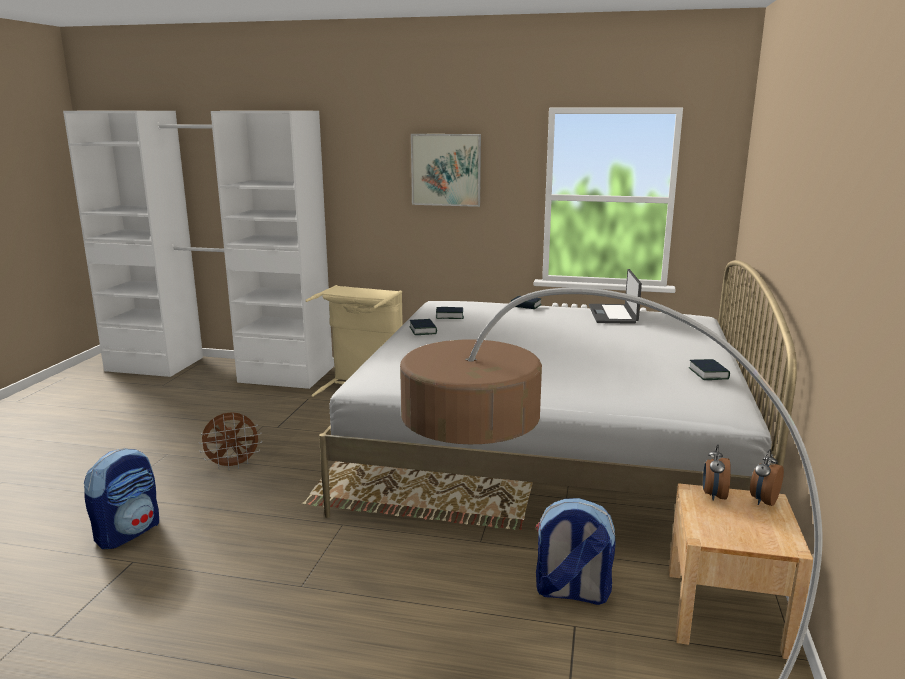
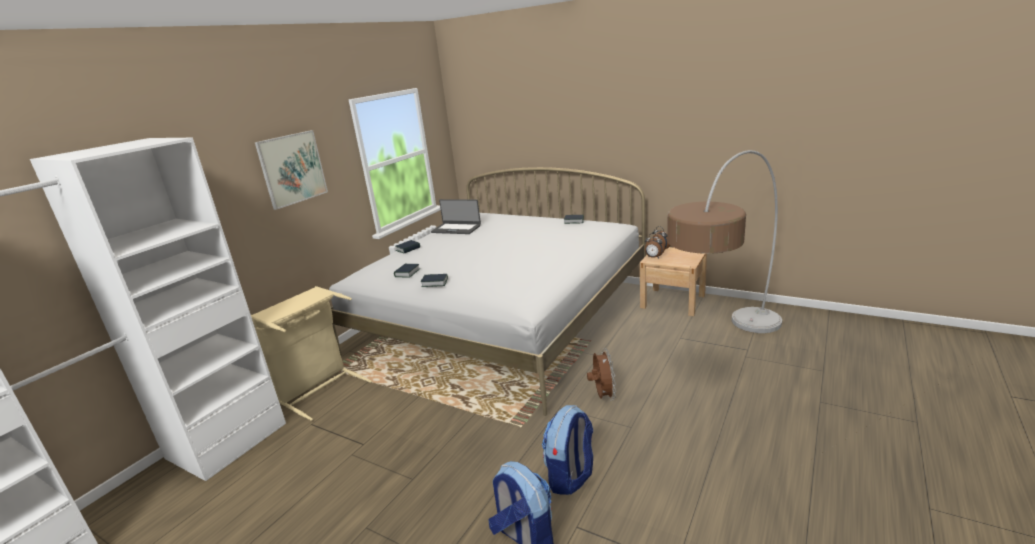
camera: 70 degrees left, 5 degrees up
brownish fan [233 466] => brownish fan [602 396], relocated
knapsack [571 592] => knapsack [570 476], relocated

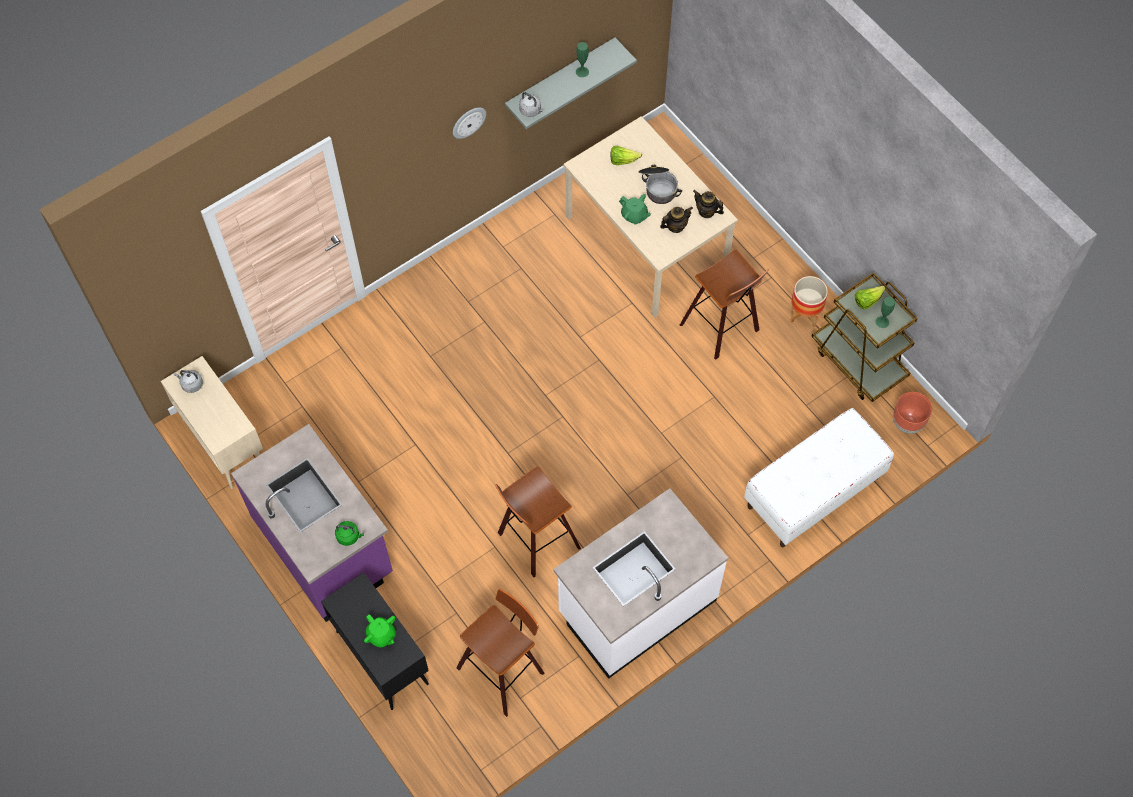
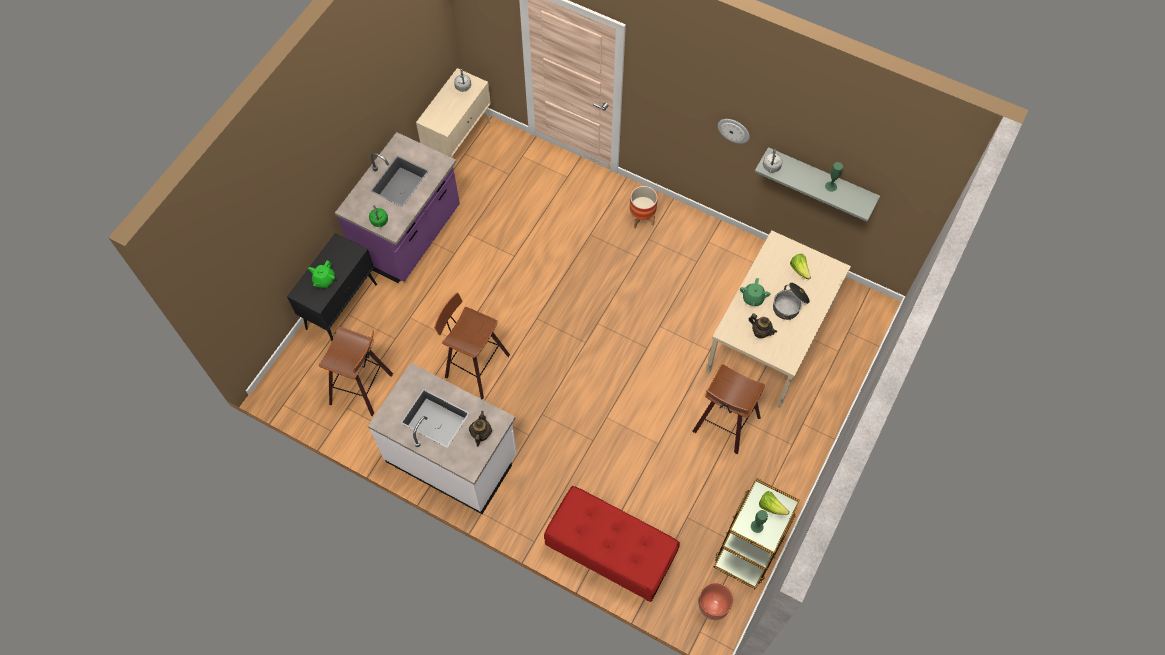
camera: 65 degrees right, 0 degrees up
pot for tea [706 211] => pot for tea [481 434], relocated
flower pot [804 314] => flower pot [641 218], relocated
white bench [813 492] => reddish bench [610 553]

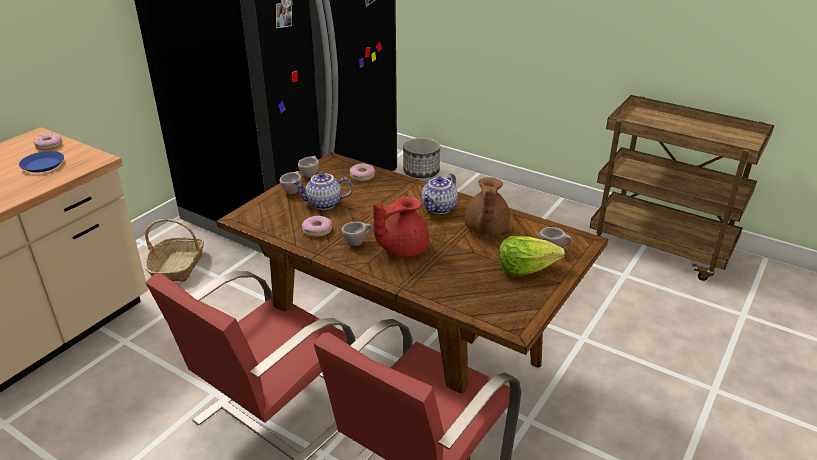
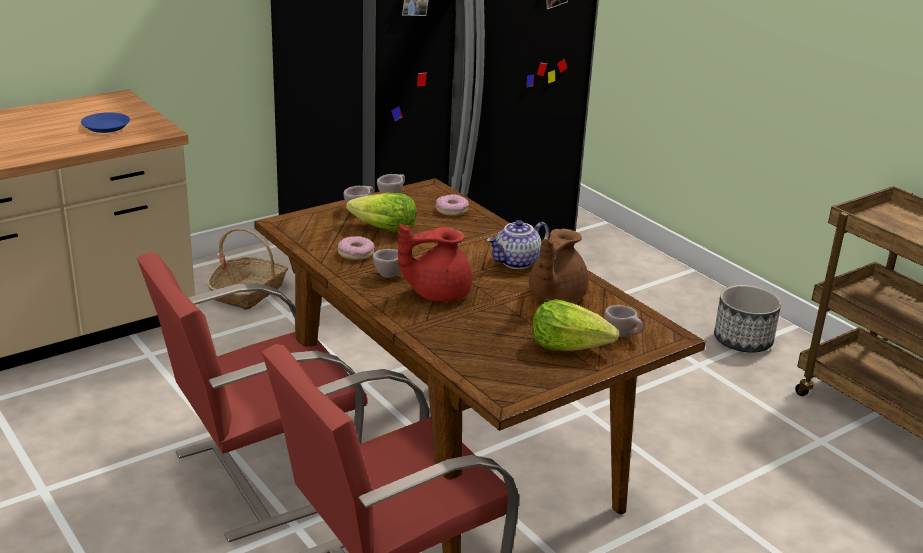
camera: 20 degrees right, 5 degrees down
doughnut [49 145] => nothing
flower pot [421 172] => flower pot [743 341], relocated
pot for tea [323 204] => lettuce [383 229]

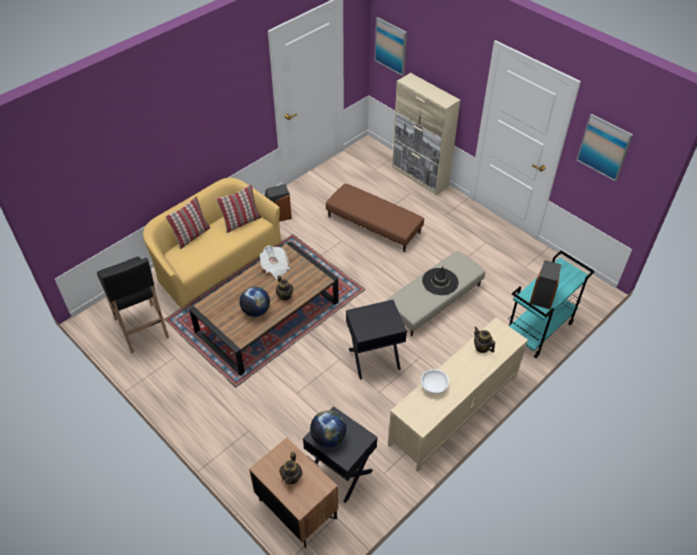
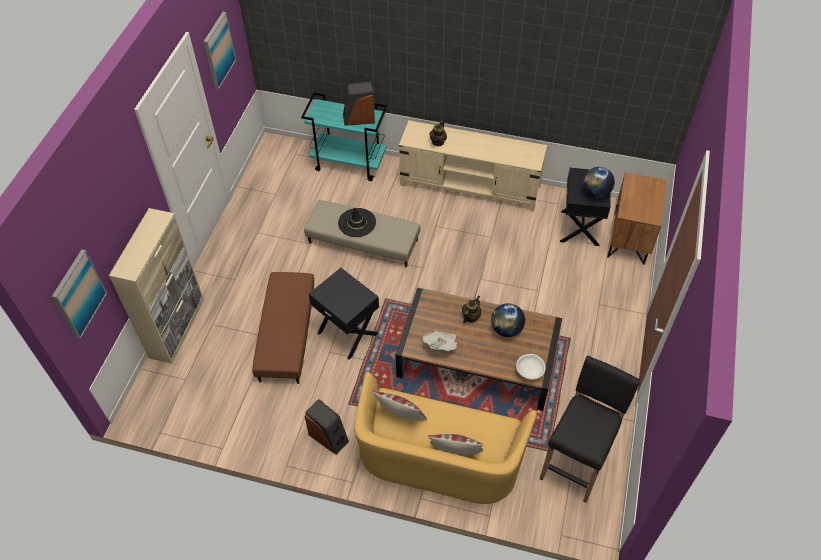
camera: 120 degrees left, 5 degrees up
pot for tea [291 477] => nothing
black-coloured side table [374 359] => black-coloured side table [348 332], relocated
white serving bowl [433 386] => white serving bowl [529 372], relocated

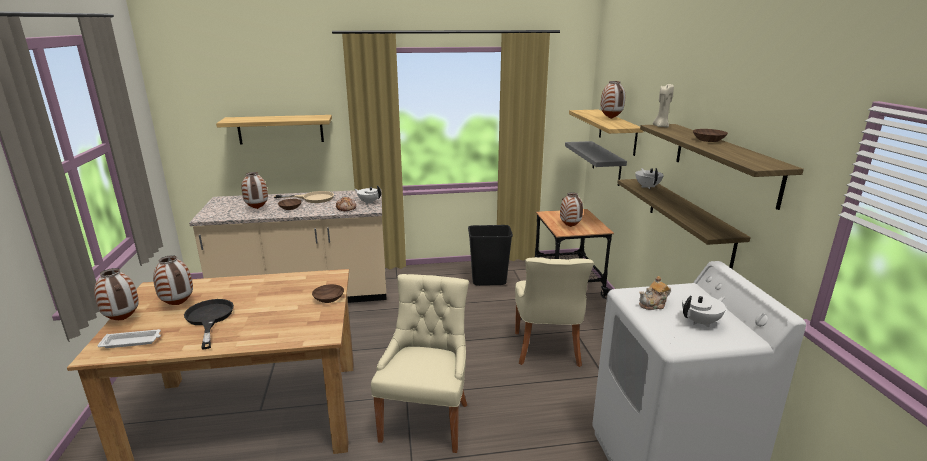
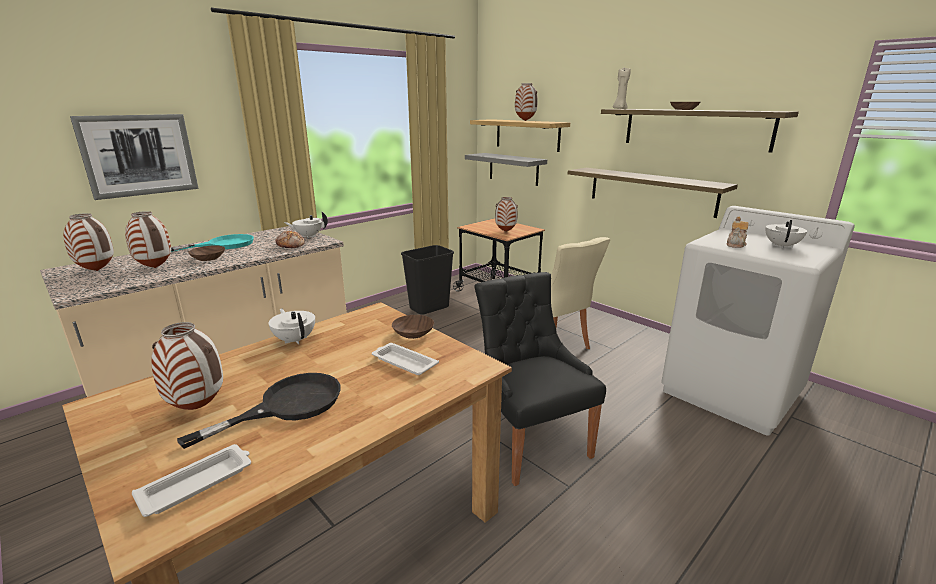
camera: 35 degrees left, 0 degrees up
nothing => white carrying tray [403 362]
flower vase [123 320] => flower vase [98 270], relocated
white pot for tea [647 187] => white pot for tea [295 340], relocated
shelf [280 129] => wall art [139 155]
beige frying pan [312 198] => turquoise frying pan [223 245]
beige upright chair [426 419] => black-coloured upright chair [531 443]
black-coloured frying pan [209 319] => black-coloured frying pan [287 405], 105 degrees clockwise

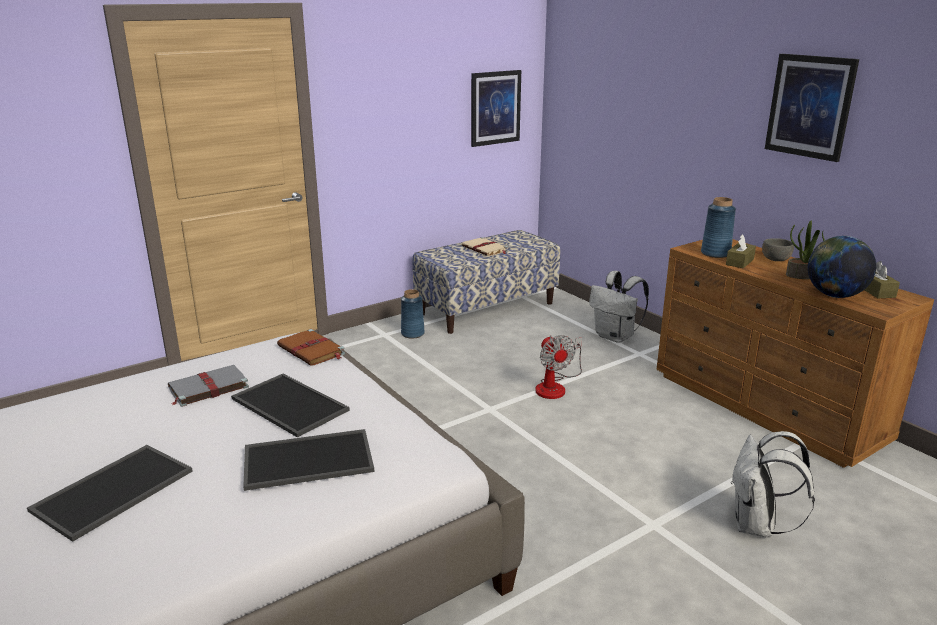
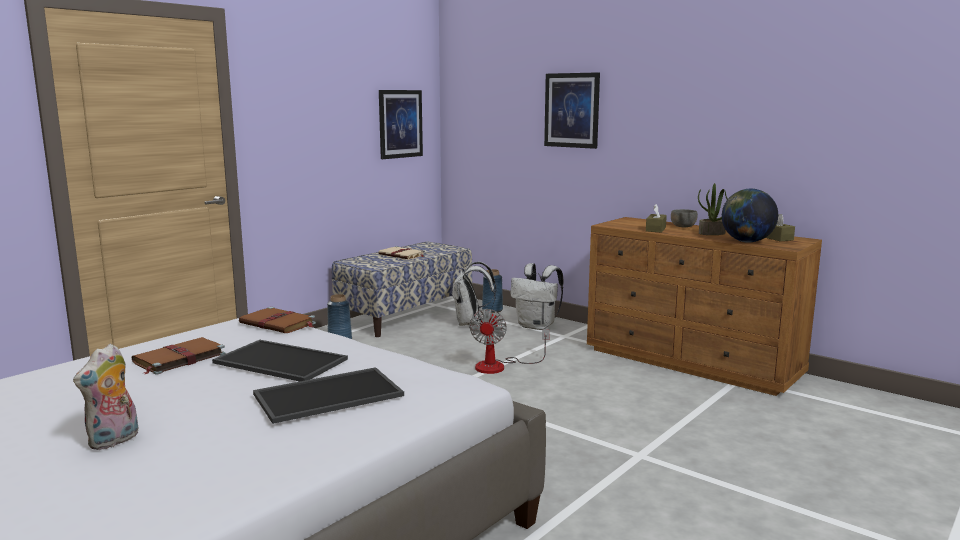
camera: 15 degrees left, 10 degrees down
blue-coloured flower vase [715 253] => blue-coloured flower vase [492 310], relocated
white knapsack [757 526] => white knapsack [470 323], relocated
wall art [810 106] => wall art [572 110], relocated
carrying tray [113 489] => soft toy [114 441]
gray book [207 388] => brownish book [178 359]
fan [555 386] => fan [499 366], 45 degrees clockwise

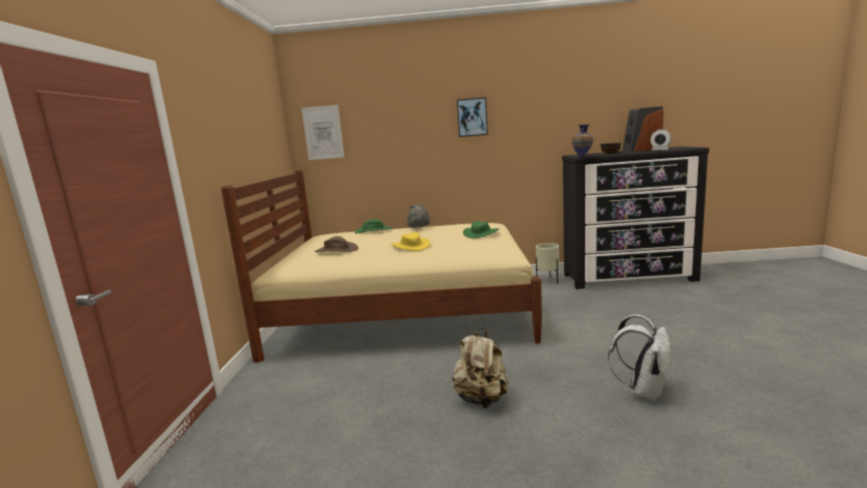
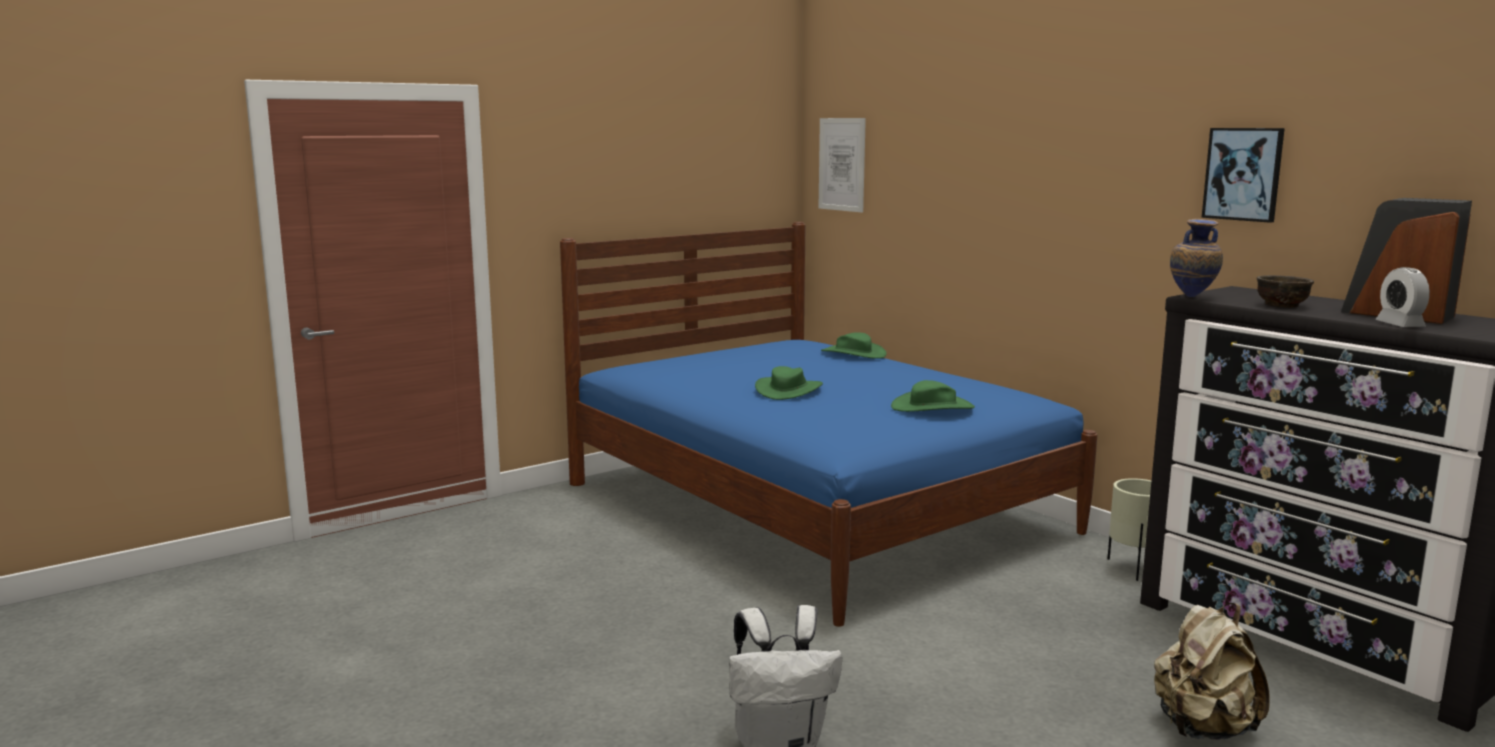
camera: 50 degrees right, 0 degrees up
brownish wearable hat [336 250] => nothing
gray wearable hat [419 228] => nothing
beige knapsack [482 399] => beige knapsack [1203 729], relocated
wall art [472 117] => wall art [1243 174], relocated
beige sleeping bed [405 312] => blue-coloured sleeping bed [812 508]
yellow-coloured wearable hat [410 246] => green wearable hat [789 390]

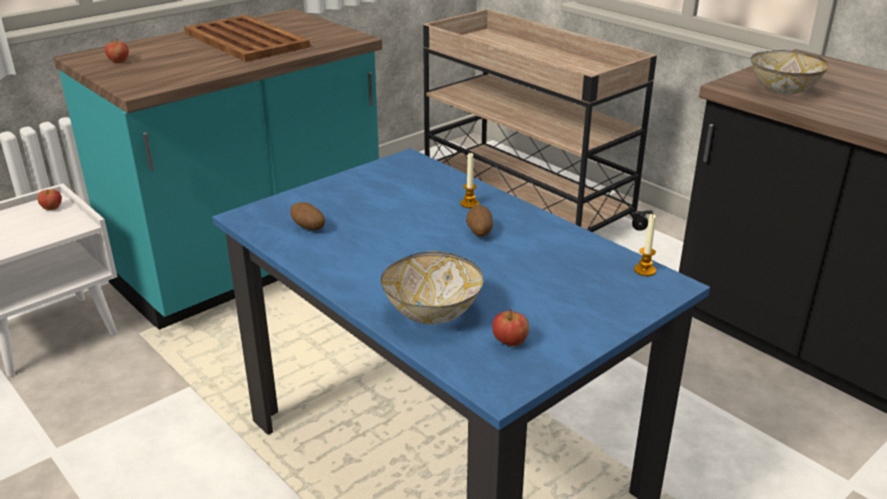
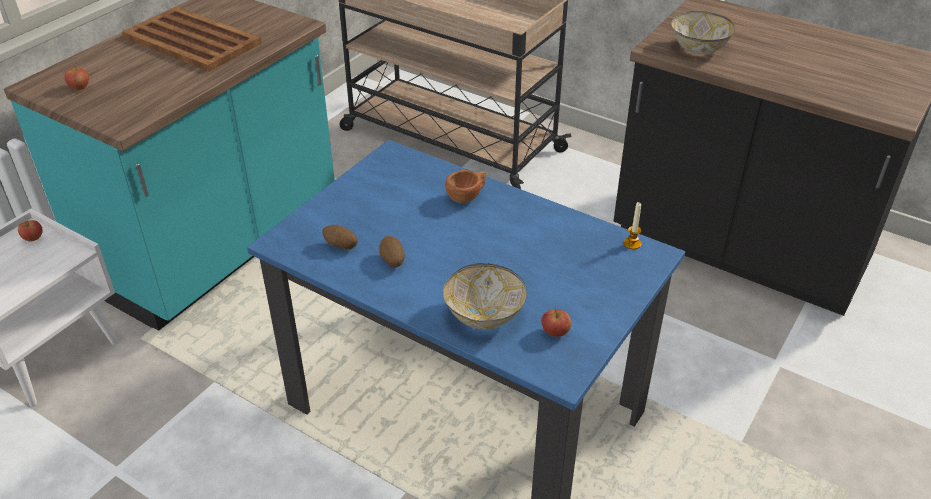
camera: 15 degrees left, 10 degrees up
whole potato [479 232] => whole potato [392 261], relocated
wax light [469 204] => brownish drinking cup [467 196]

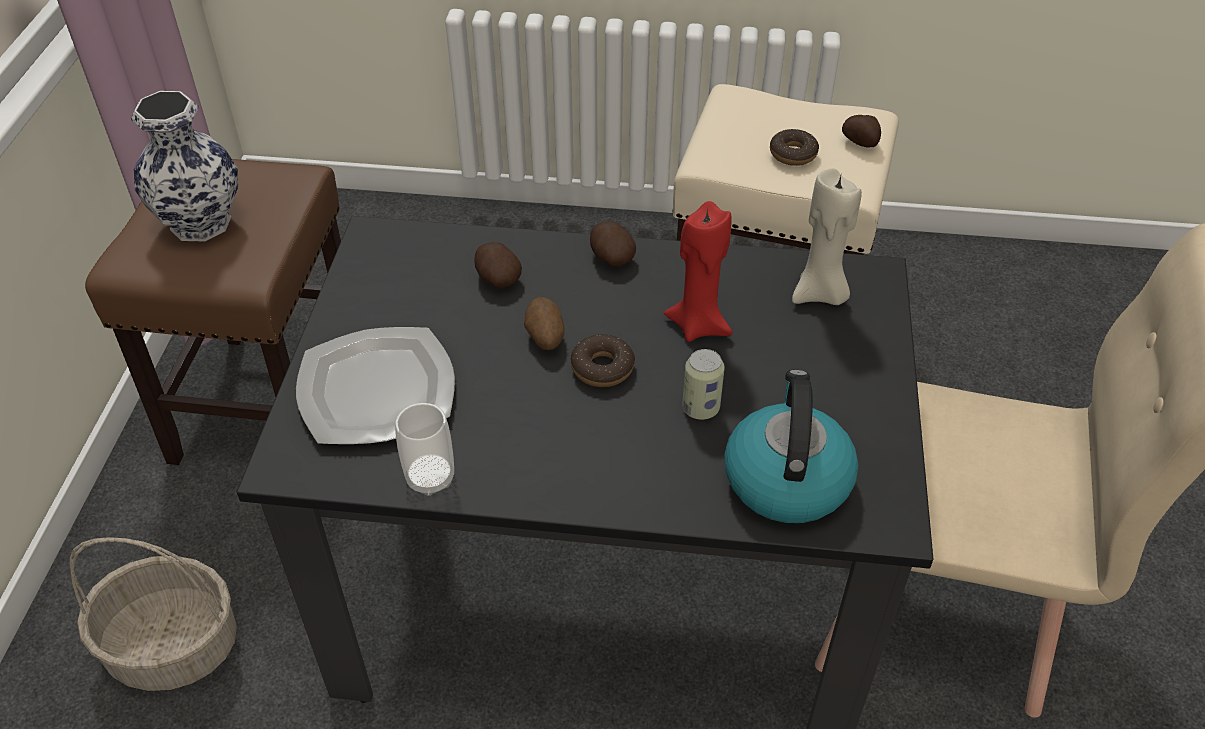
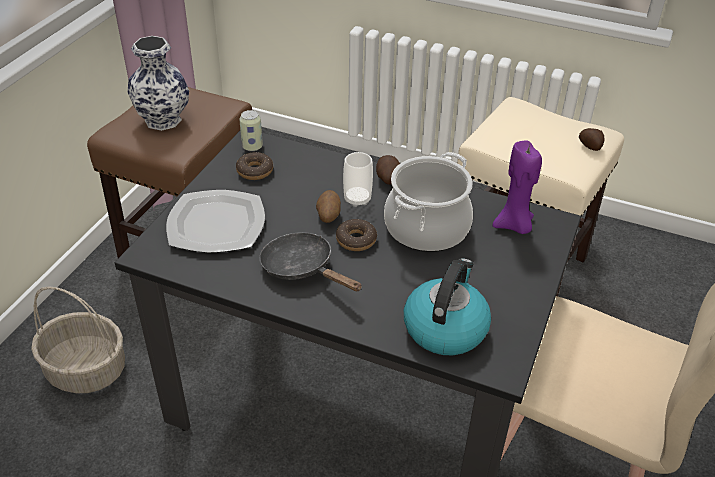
camera: 15 degrees right, 5 degrees down
whole potato [497 279] => nothing
nothing => black-coloured frying pan [302 268]
drinking cup [430 478] => drinking cup [357 199], relocated
sealed can [700 408] => sealed can [252 147], relocated
doughnut [793 154] => doughnut [255 171], relocated
reddish wax light [698 325] => stockpot [427 228]
beige wax light [820 294] => purple-coloured wax light [514 226]

